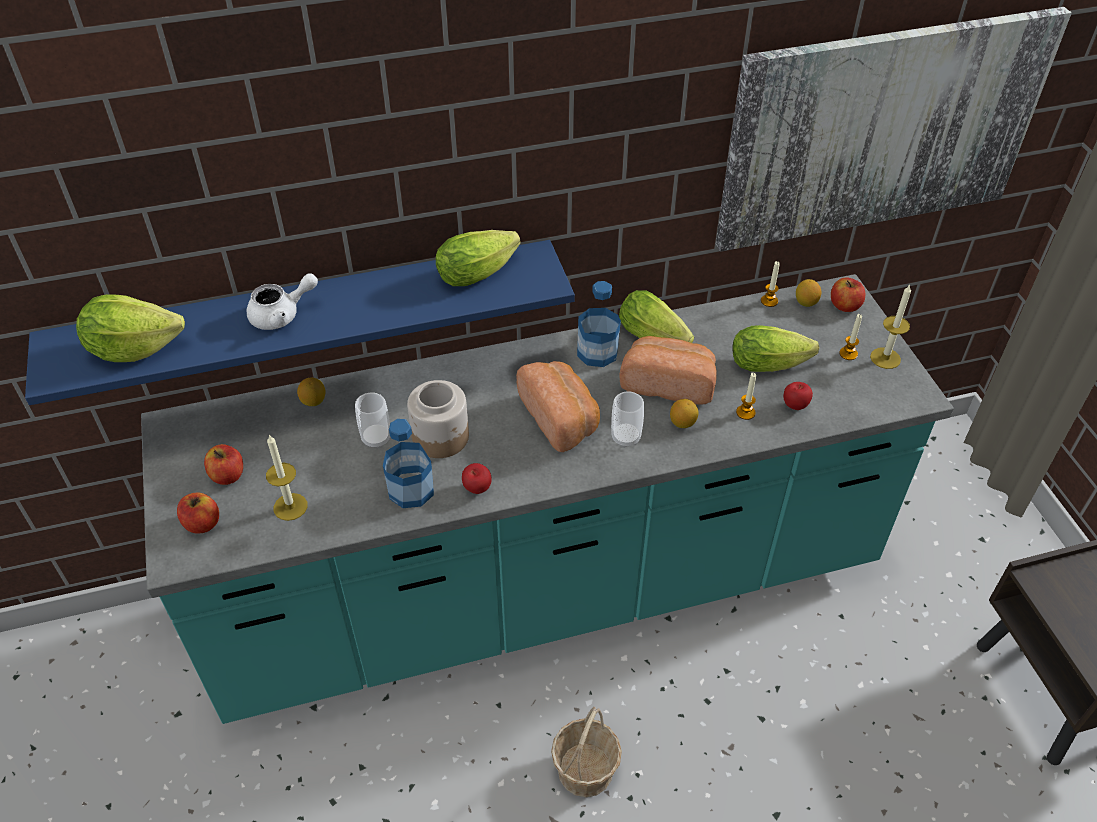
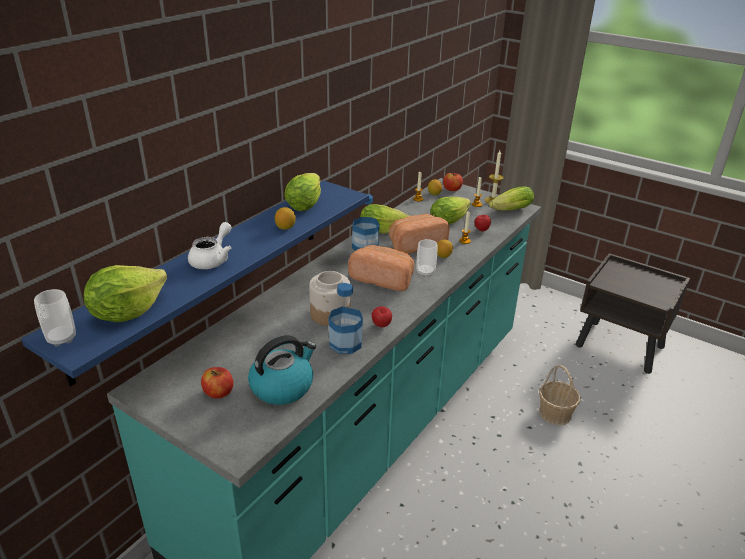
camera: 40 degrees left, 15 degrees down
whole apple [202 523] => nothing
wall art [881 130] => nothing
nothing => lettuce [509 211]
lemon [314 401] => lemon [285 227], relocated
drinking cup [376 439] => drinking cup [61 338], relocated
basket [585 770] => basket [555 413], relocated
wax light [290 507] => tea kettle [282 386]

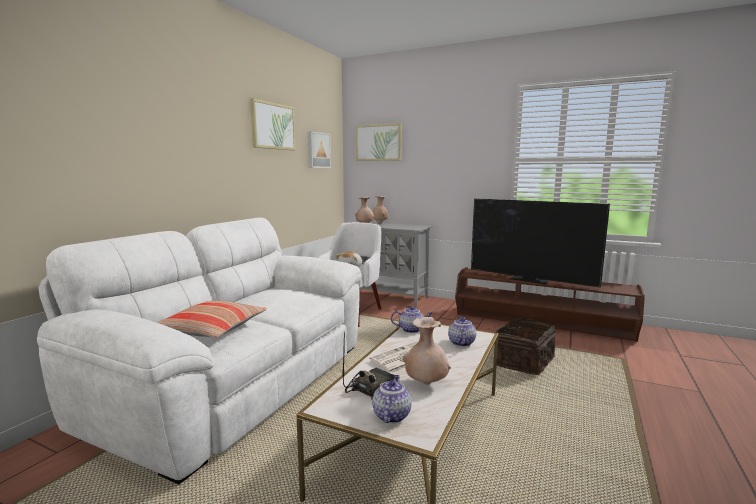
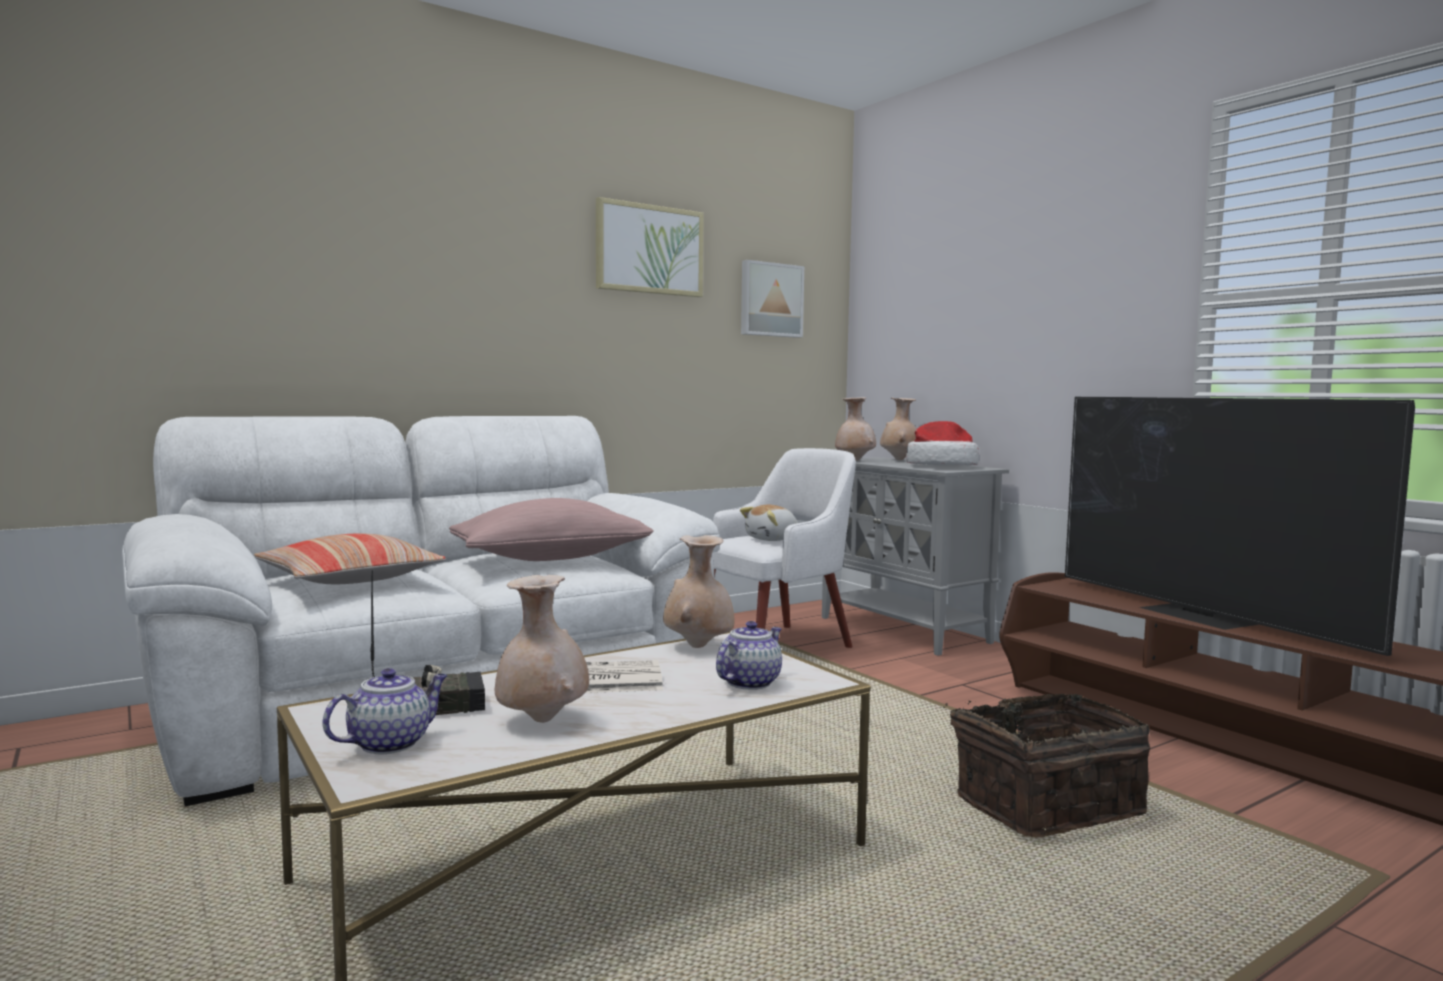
camera: 30 degrees right, 5 degrees down
wall art [378 142] => nothing
nothing => pinkish pillow [551 558]
nothing => wearable hat [941 466]
pot for tea [412 329] => beige flower vase [698 647]

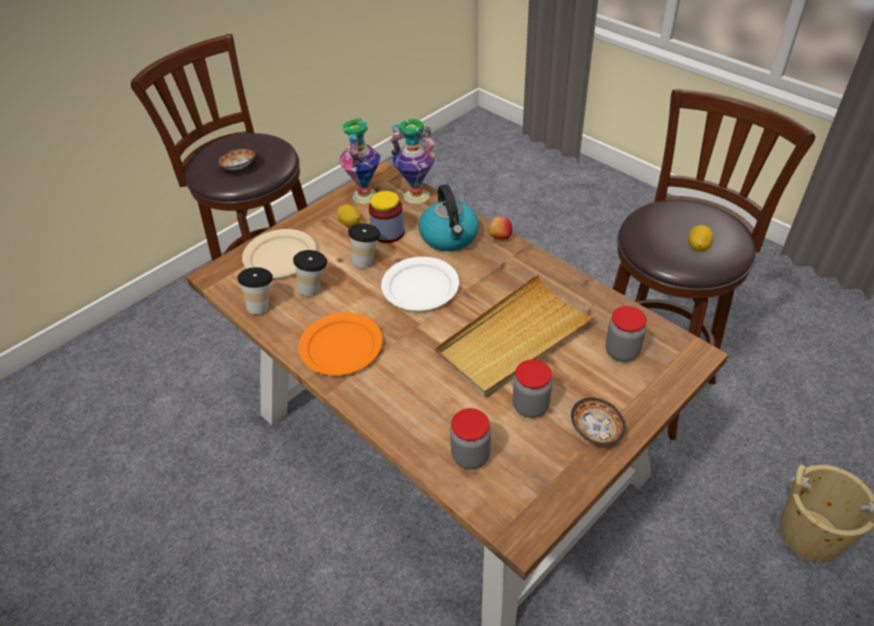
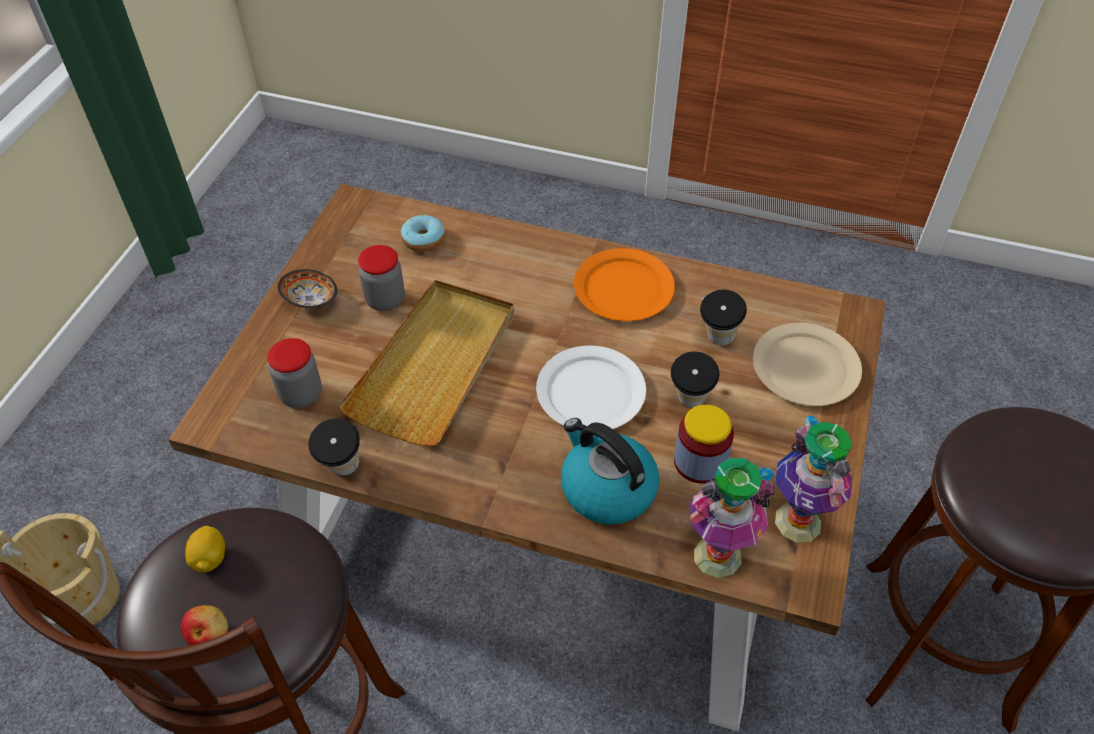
camera: 150 degrees right, 5 degrees up
serving bowl [239 167] => nothing
lemon [350 223] => nothing
drinking cup [262 305] => drinking cup [343 472], relocated
whole apple [500 236] => whole apple [209 635], relocated
preserve jar [470 456] => doughnut [423 239]

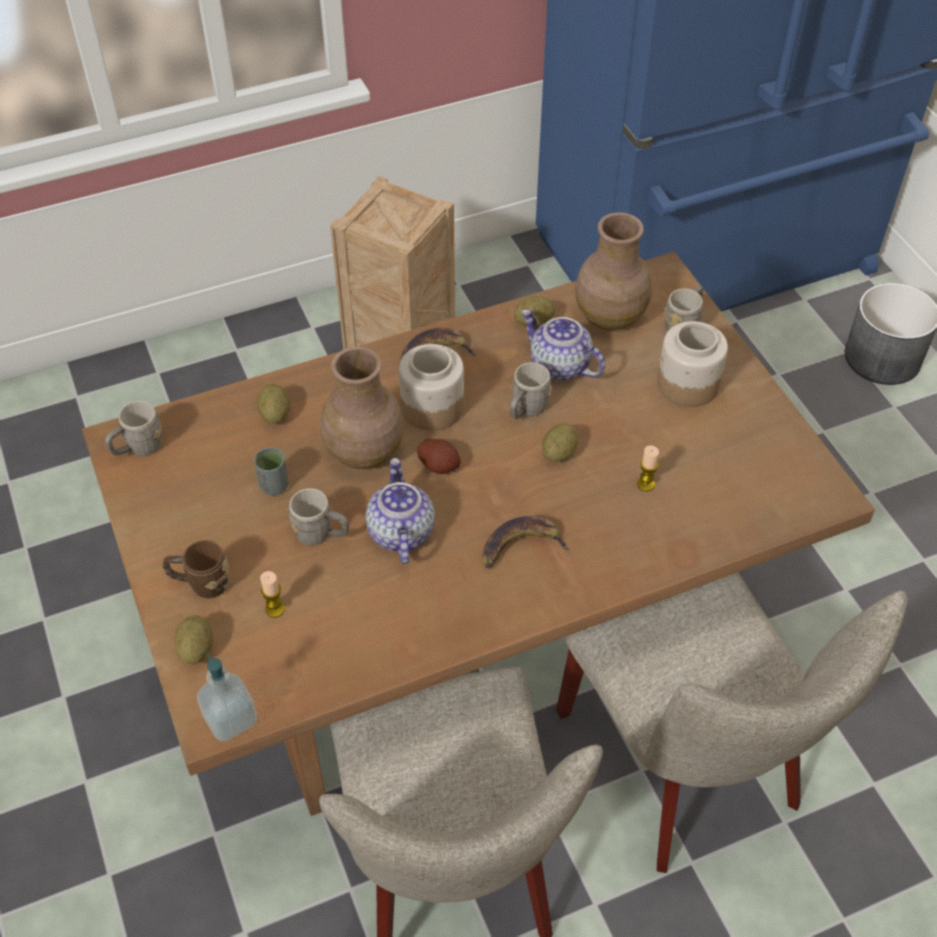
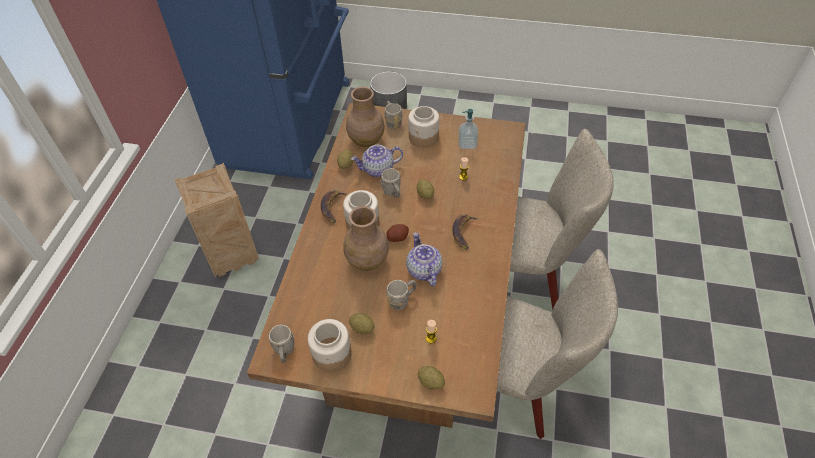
camera: 55 degrees left, 0 degrees up
brownish mug [201 584] => nothing
gray drinking cup [274 486] => nothing
nothing => preserve jar [331 354]
soap bottle [231 719] => soap bottle [467 144], relocated
whole potato [275 414] => whole potato [362 328], relocated
pot for tea [400 532] => pot for tea [423 270], 45 degrees clockwise

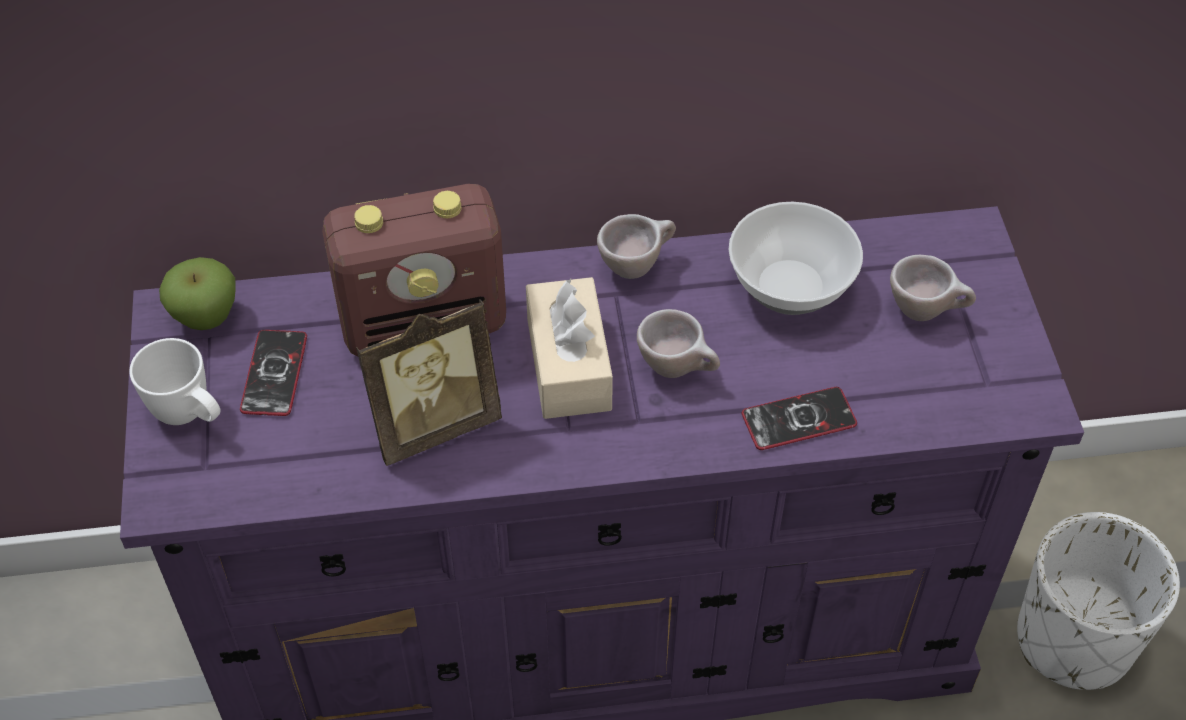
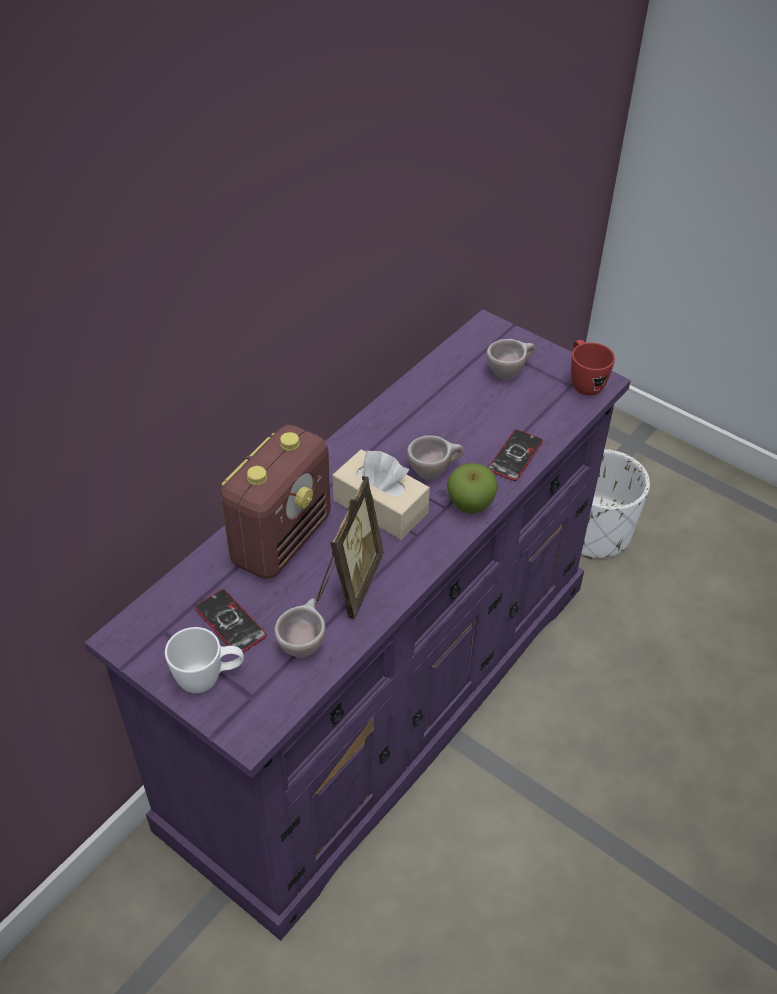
camera: 45 degrees left, 5 degrees down
serving bowl [791 288] => nothing
nothing => reddish mug [583 383]
whole apple [206 317] => whole apple [470 505], relocated
beige drinking cup [637 265] => beige drinking cup [303 642], relocated

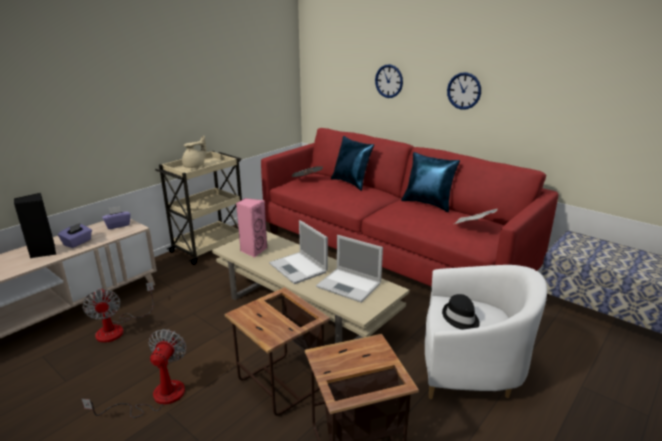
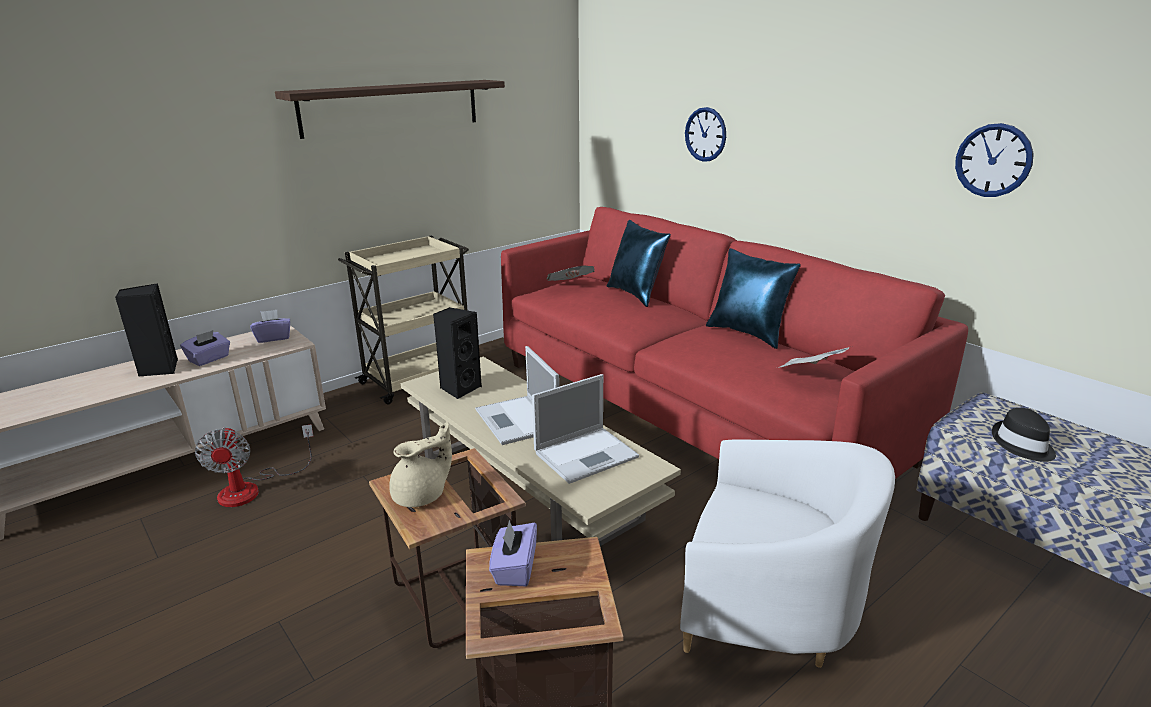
camera: 10 degrees right, 0 degrees up
fan [156 397] => nothing
nothing => shelf [392 107]
nothing => purple-coloured tissue box [514 569]
beige pot for tea [195 166] => beige pot for tea [422 496], relocated
black-coloured wearable hat [460 318] => black-coloured wearable hat [1022 444], relocated
clock on the wall [464 91] => clock on the wall [993 160], relocated
pinkish loudspeaker [253 250] => black-coloured loudspeaker [459 388]
laptop [350 285] => laptop [587 454], 75 degrees counterclockwise

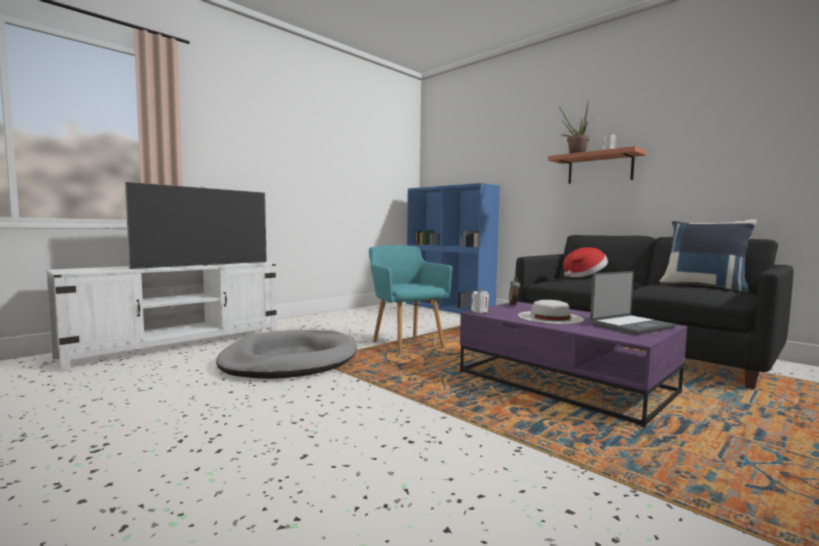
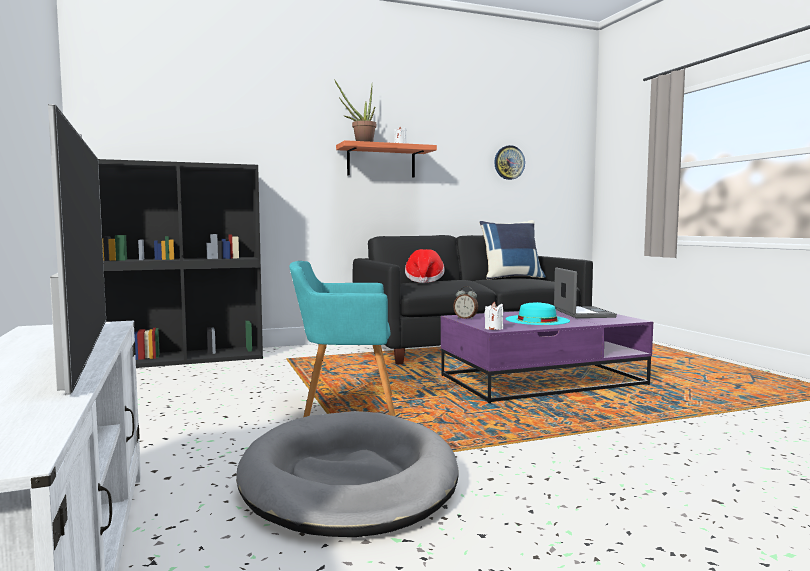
camera: 65 degrees left, 0 degrees up
nothing => clock on the wall [509 162]
blue-coloured shelving unit [449 308] => black-coloured shelving unit [186 358]
white wearable hat [550 317] => turquoise wearable hat [537 320]

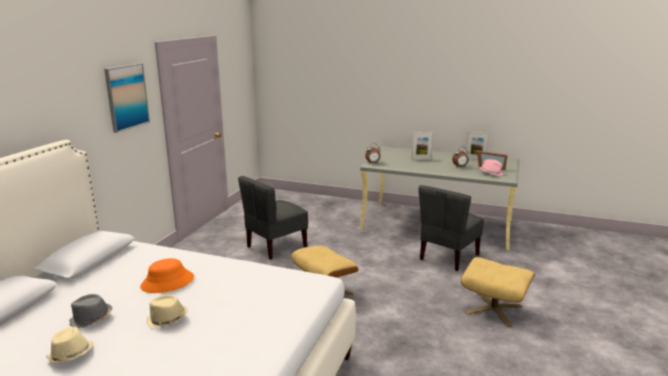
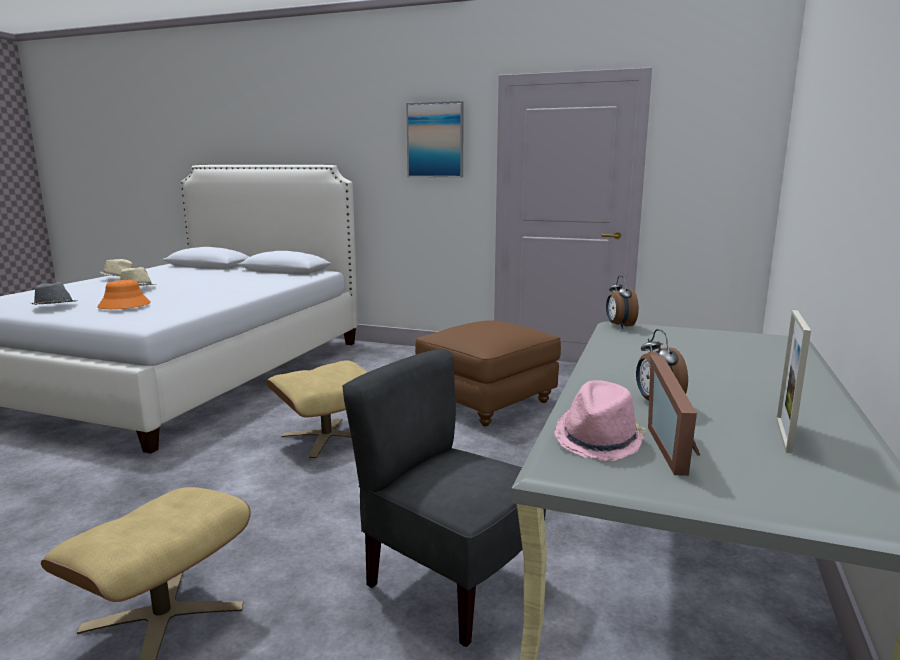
camera: 90 degrees right, 5 degrees down
photo frame [421 159] => nothing
gray wearable hat [91 319] => gray wearable hat [54 307], relocated
orange-coloured wearable hat [167 282] => orange-coloured wearable hat [124 305], relocated
gray upright chair [276 247] => brownish ottoman [487 403]

